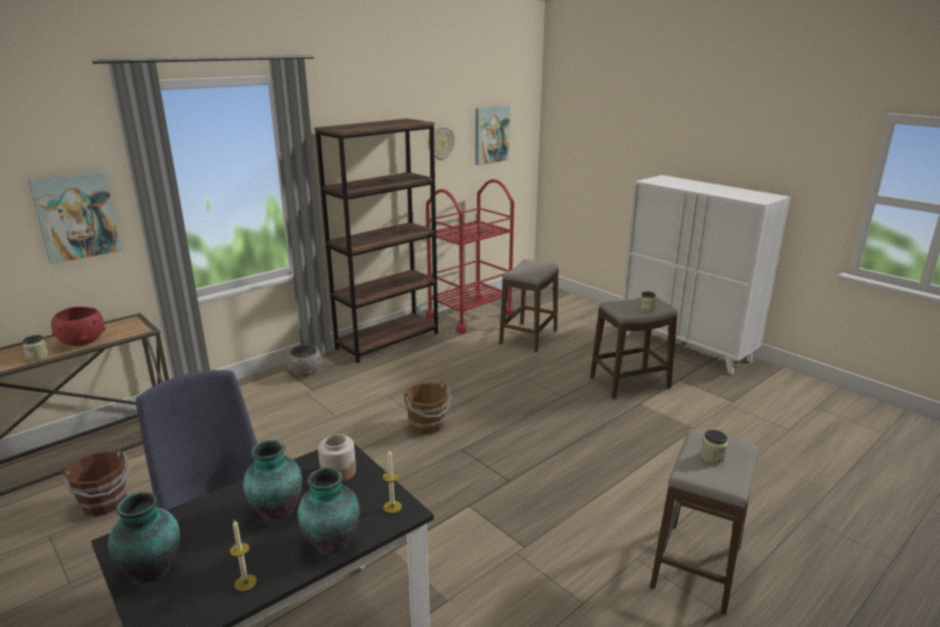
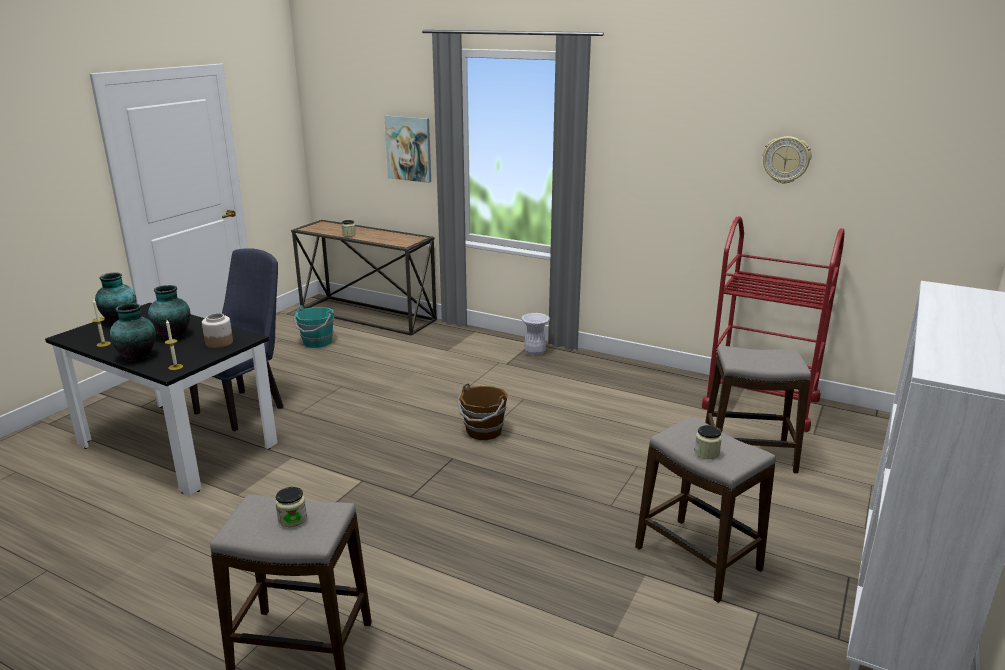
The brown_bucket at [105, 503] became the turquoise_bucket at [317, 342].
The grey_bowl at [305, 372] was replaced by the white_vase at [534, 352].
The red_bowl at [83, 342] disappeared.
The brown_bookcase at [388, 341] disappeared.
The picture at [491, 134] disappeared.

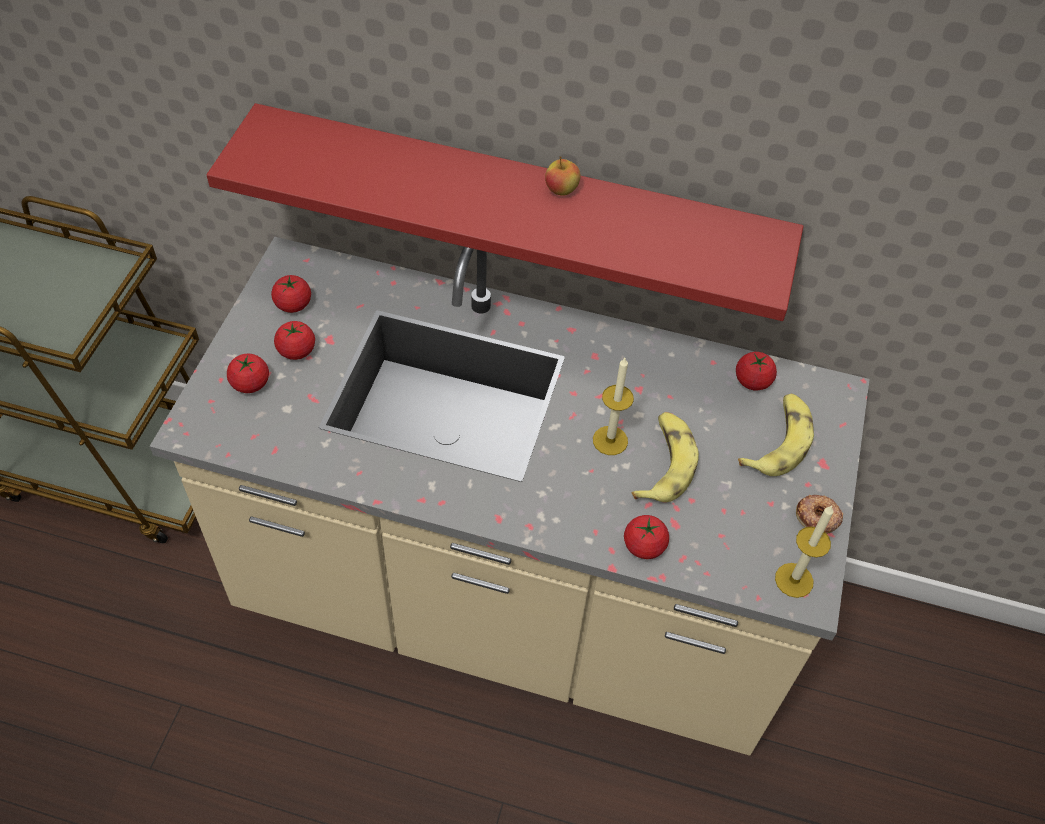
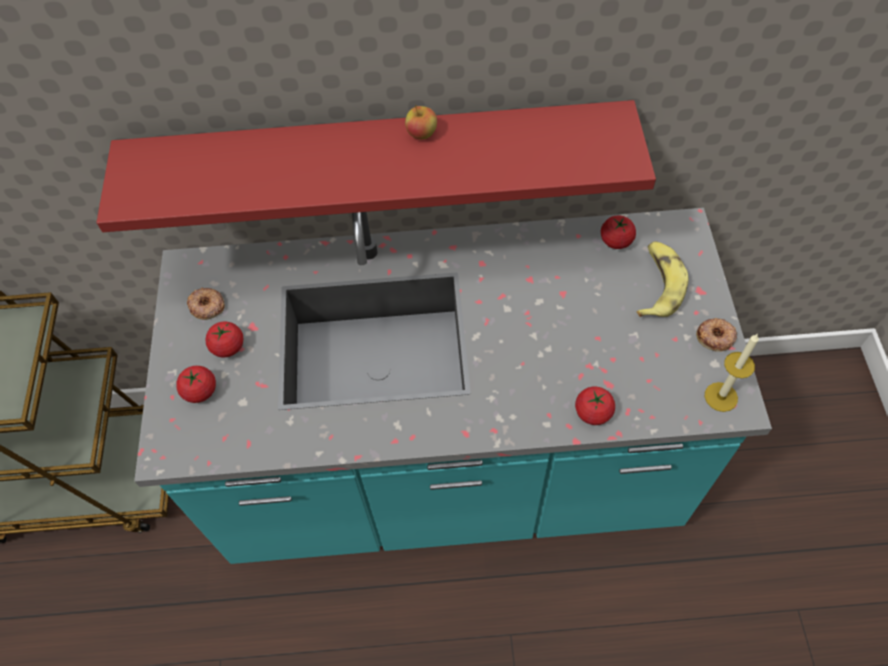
The beige_counter at [511, 604] became the turquoise_counter at [451, 473].
The tomato at [293, 304] was replaced by the donut at [207, 306].
The candle at [610, 440] disappeared.
The banana at [664, 463] disappeared.

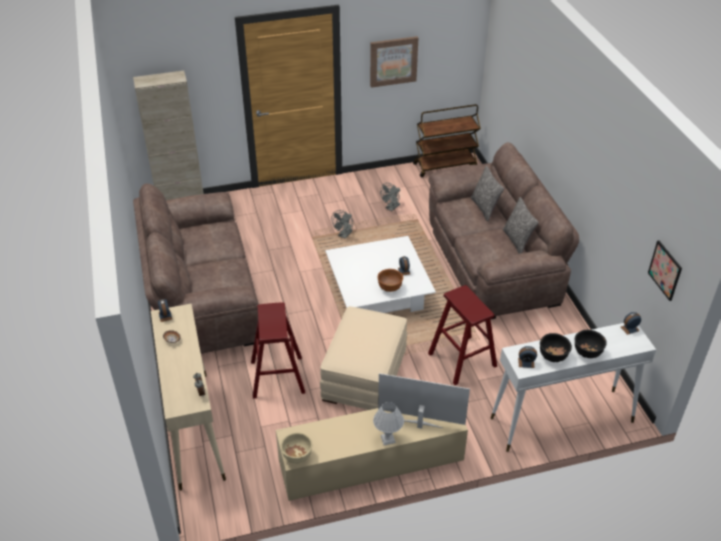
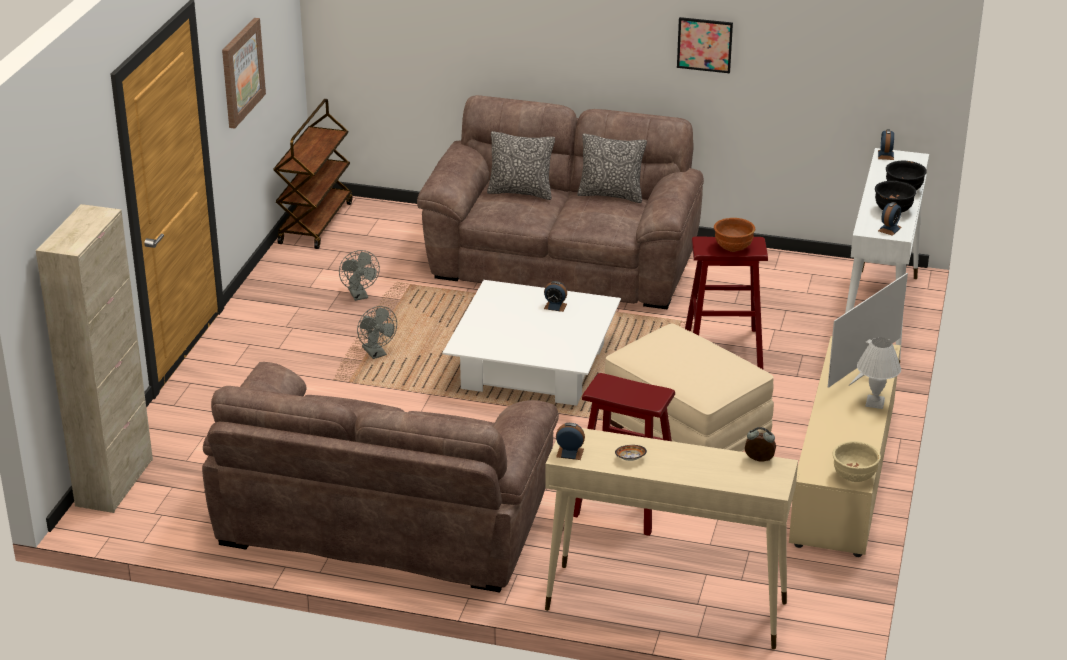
The picture moved from [665, 270] to [704, 44].
The brown_bowl moved from [390, 288] to [733, 248].

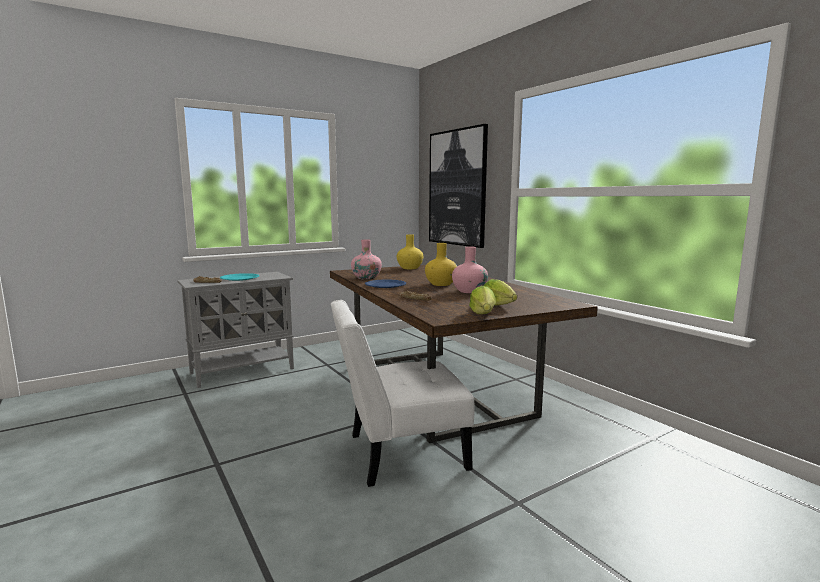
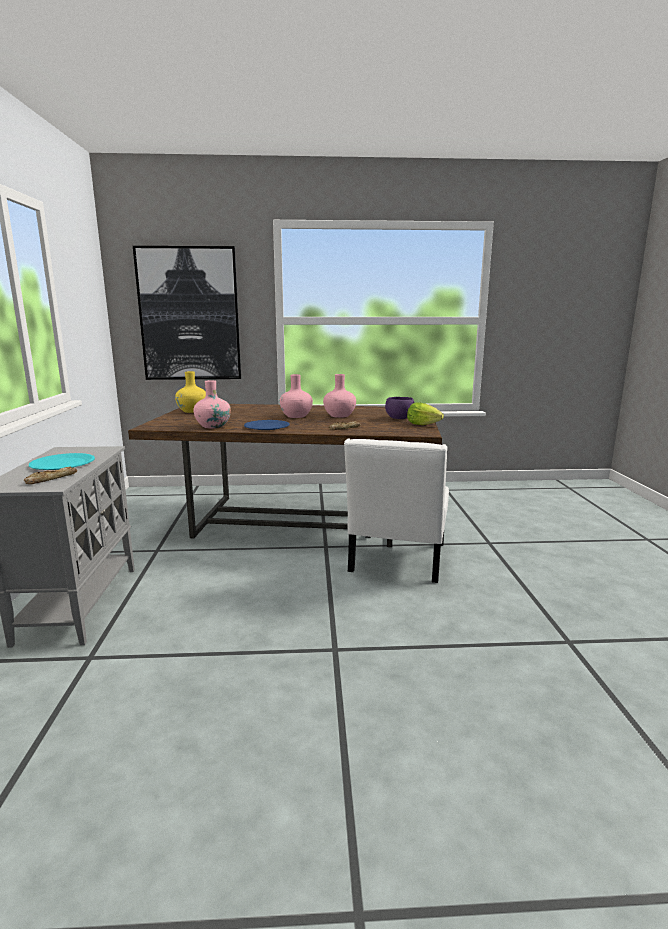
The yellow_vase at [441, 284] became the pink_vase at [296, 416].
The lettuce at [498, 305] was replaced by the purple_bowl at [399, 418].

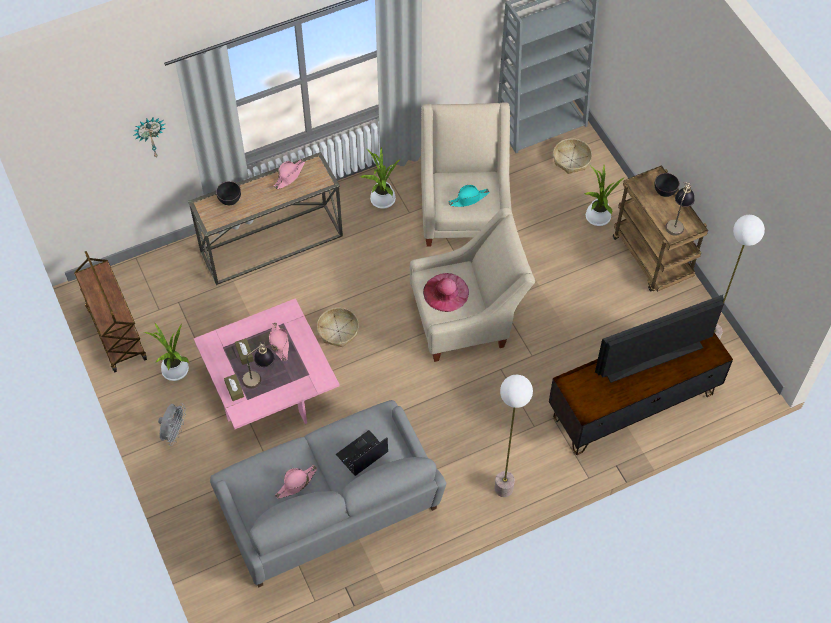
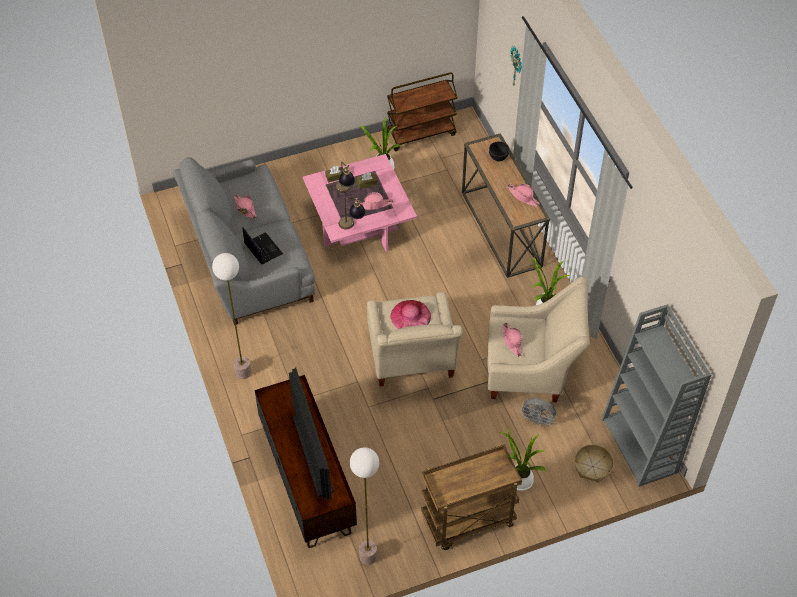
The table_lamp moved from [677, 221] to [352, 226].
The turquoise_hat at [469, 199] became the pink_hat at [512, 341].
The grey_fan moved from [174, 432] to [537, 421].
The basket at [338, 331] disappeared.
The black_bowl at [663, 192] disappeared.

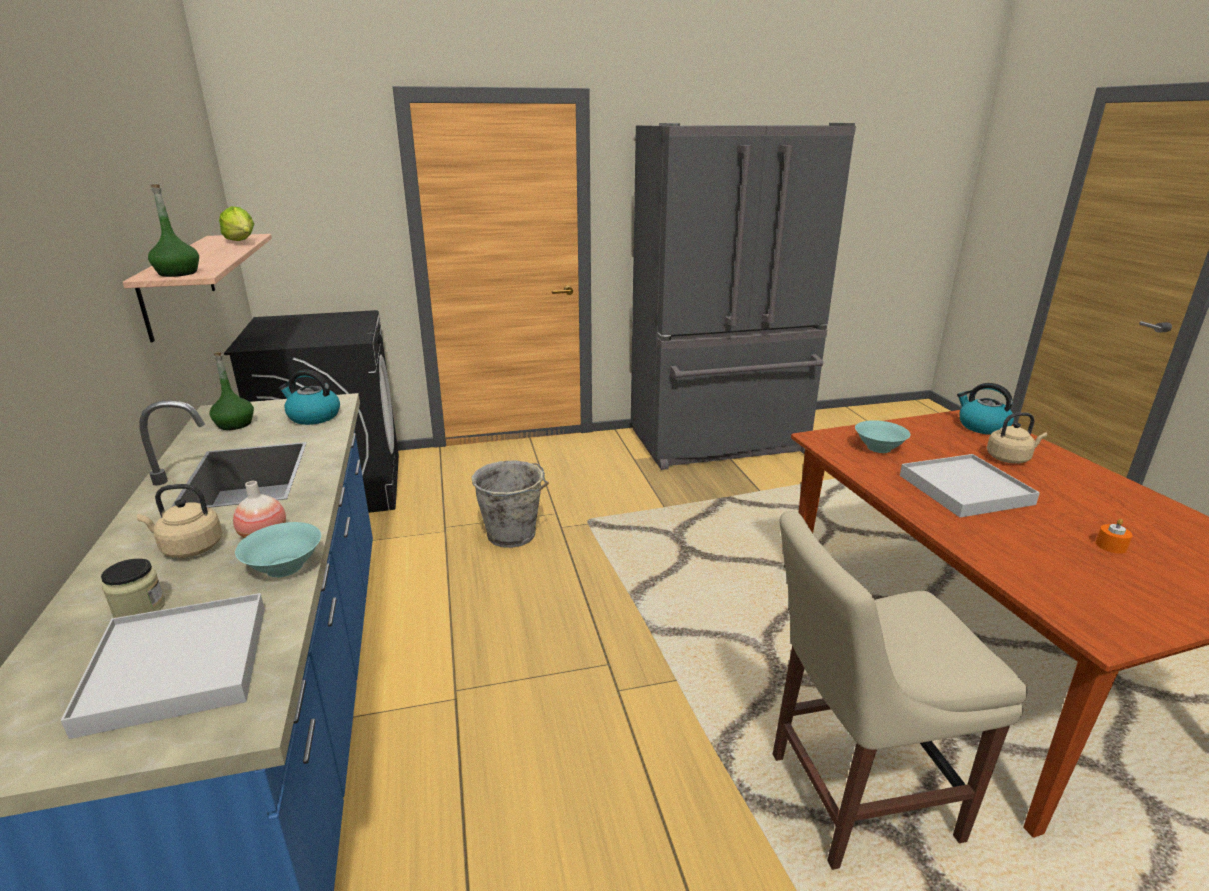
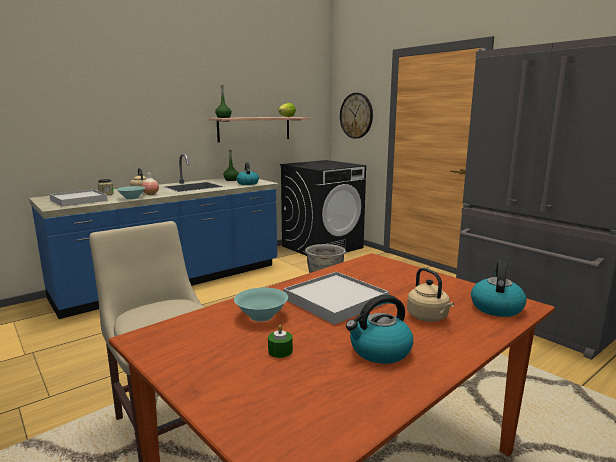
The turquoise_bowl moved from [879, 448] to [262, 316].
The orange_candle at [1111, 546] became the green_candle at [280, 351].
The wall_clock at [356, 115] appeared.
The kettle at [379, 351] appeared.

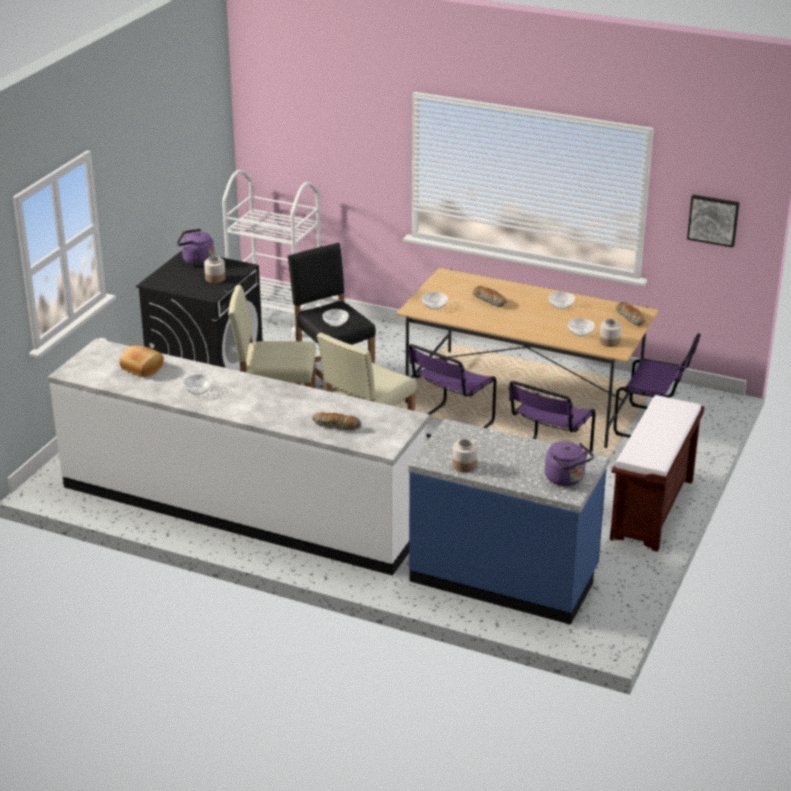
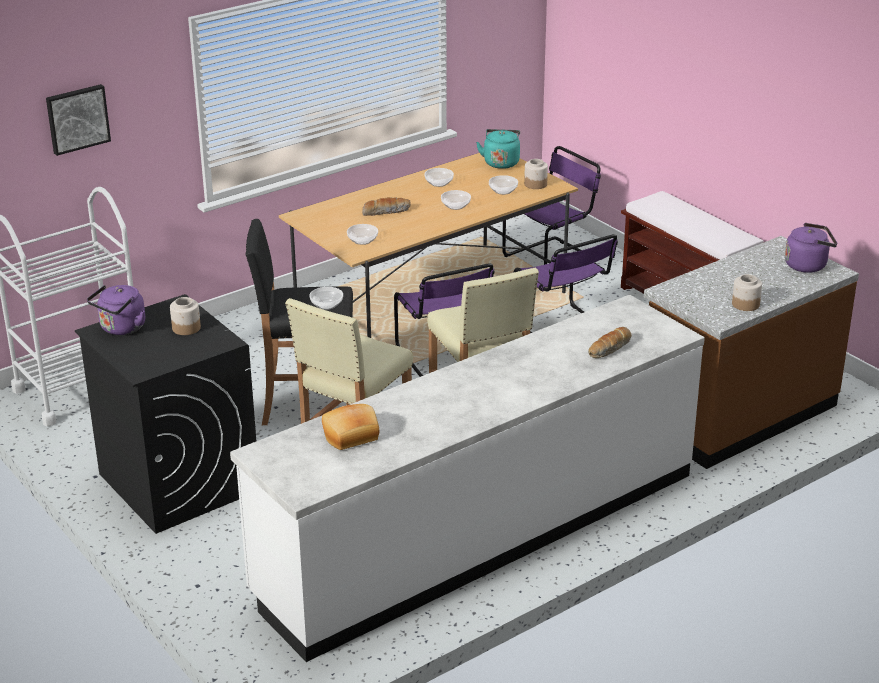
The picture moved from [713, 219] to [77, 118].
The bowl moved from [198, 390] to [455, 206].
The bread at [631, 318] was replaced by the turquoise_kettle at [501, 162].
The blue_counter at [504, 577] became the brown_counter at [737, 414].

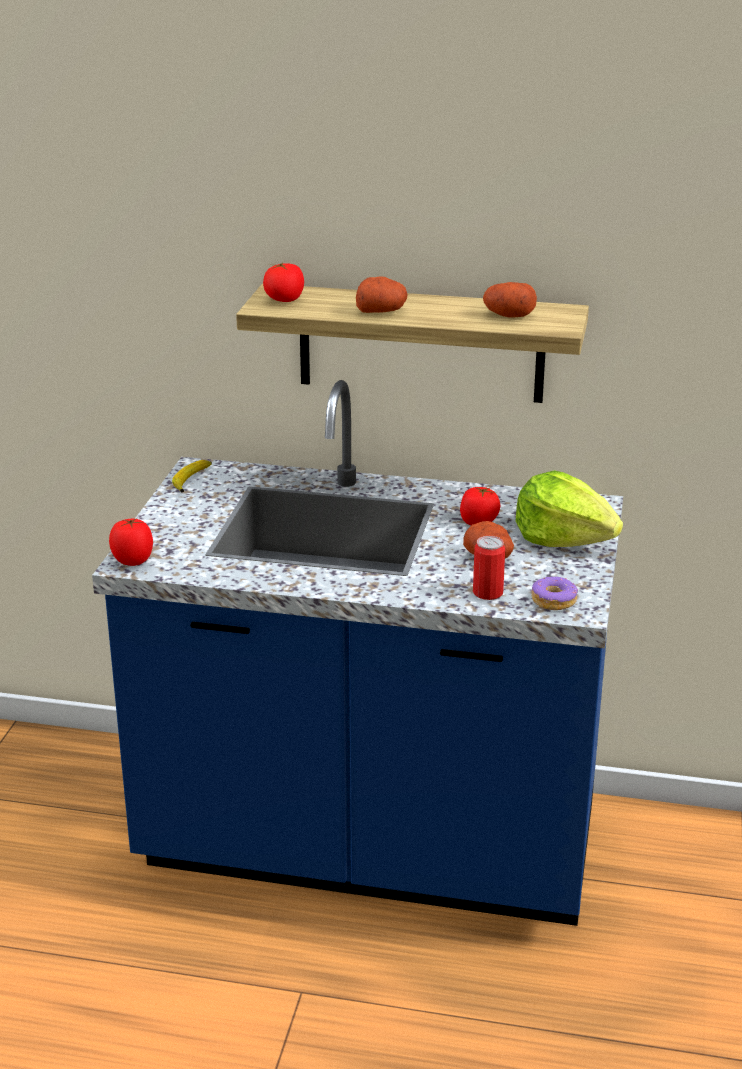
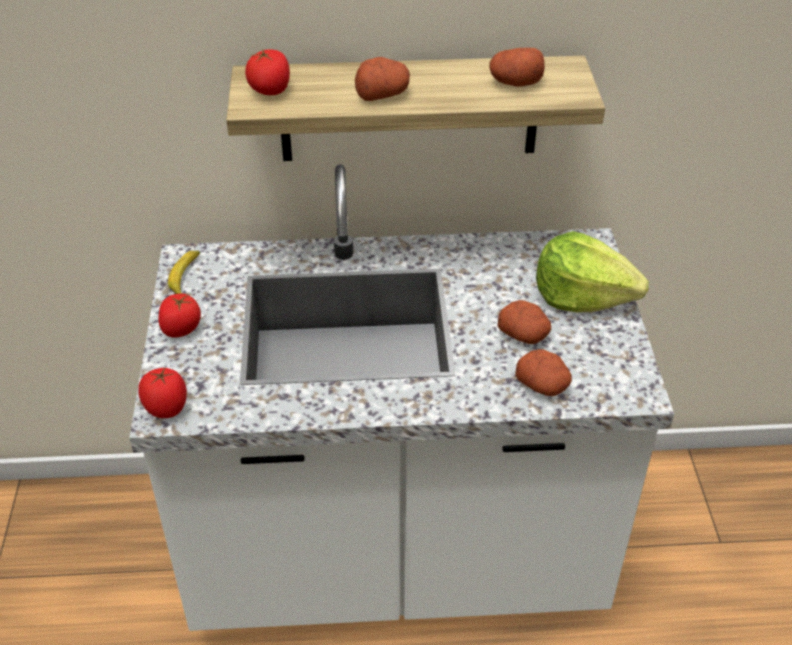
The blue_counter at [371, 848] became the white_counter at [396, 557].
The tomato moved from [478, 521] to [181, 328].
The can at [488, 593] was replaced by the potato at [543, 385].
The donut at [553, 601] disappeared.

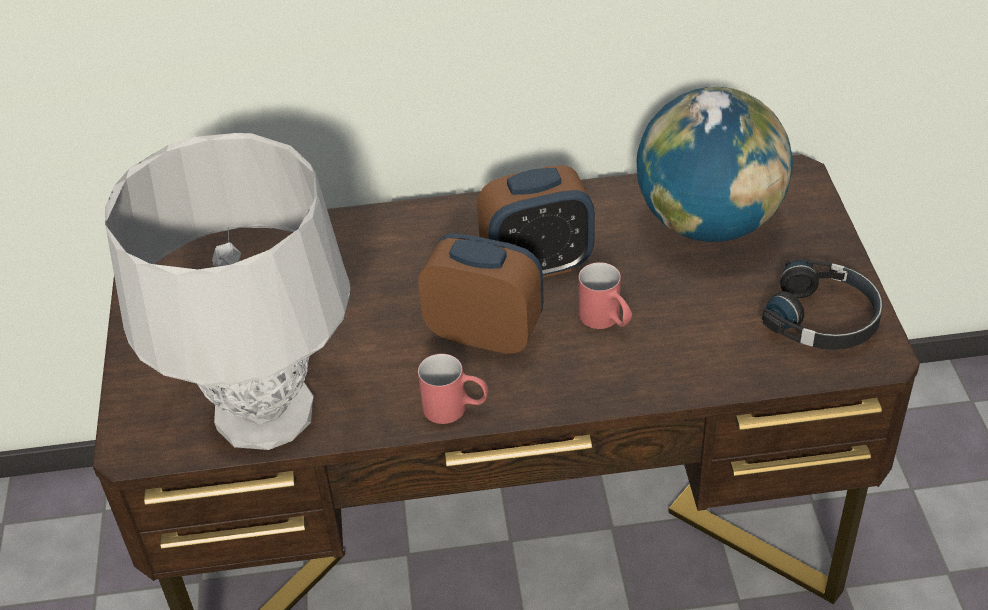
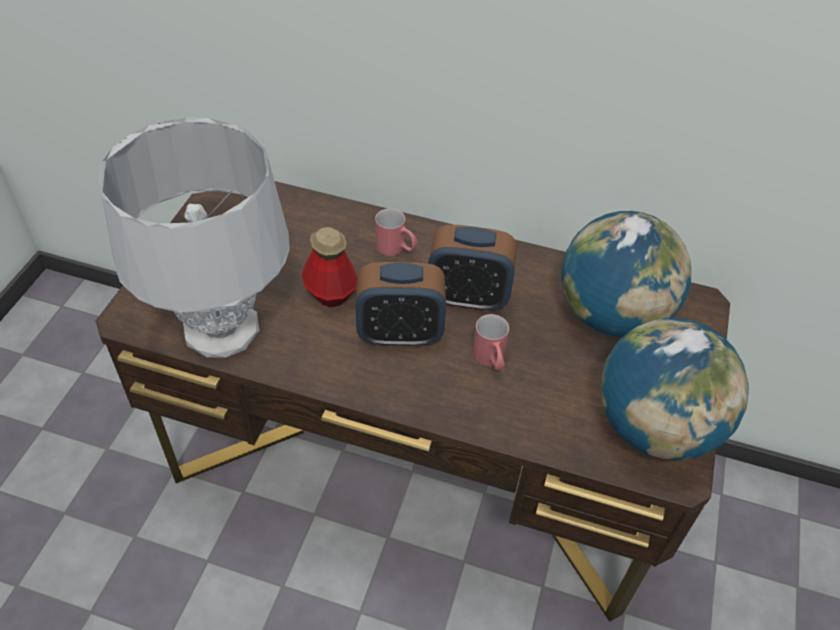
The bottle at [330, 293] appeared.
The alarm_clock at [485, 333] turned 135 degrees clockwise.
The red_mug moved from [456, 409] to [396, 249].
The black_headphones at [824, 318] was replaced by the globe at [655, 427].

